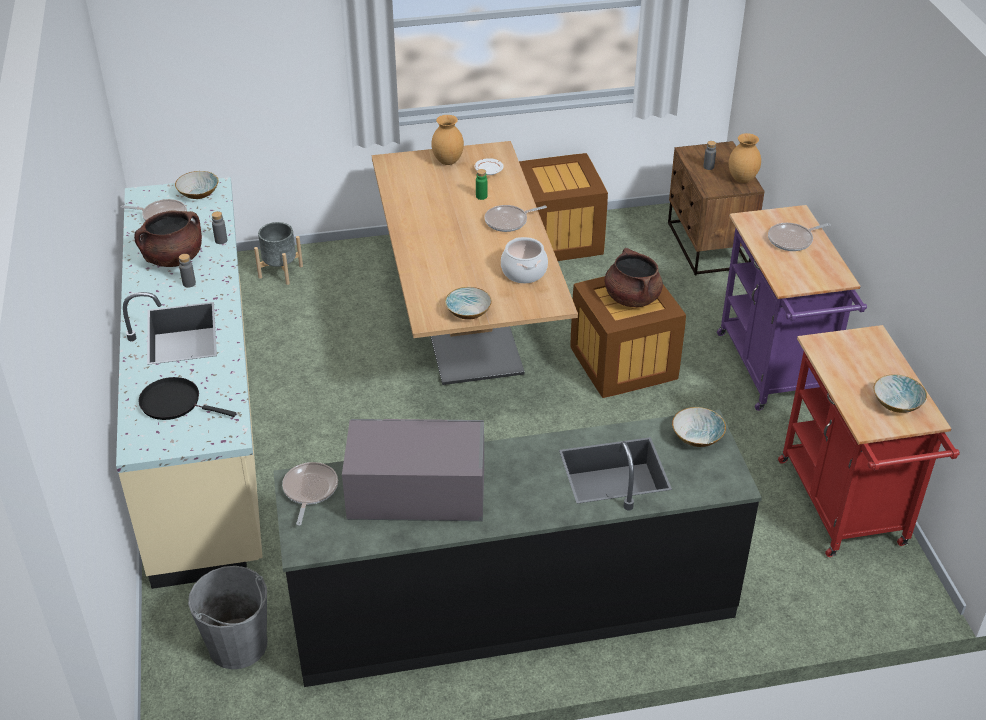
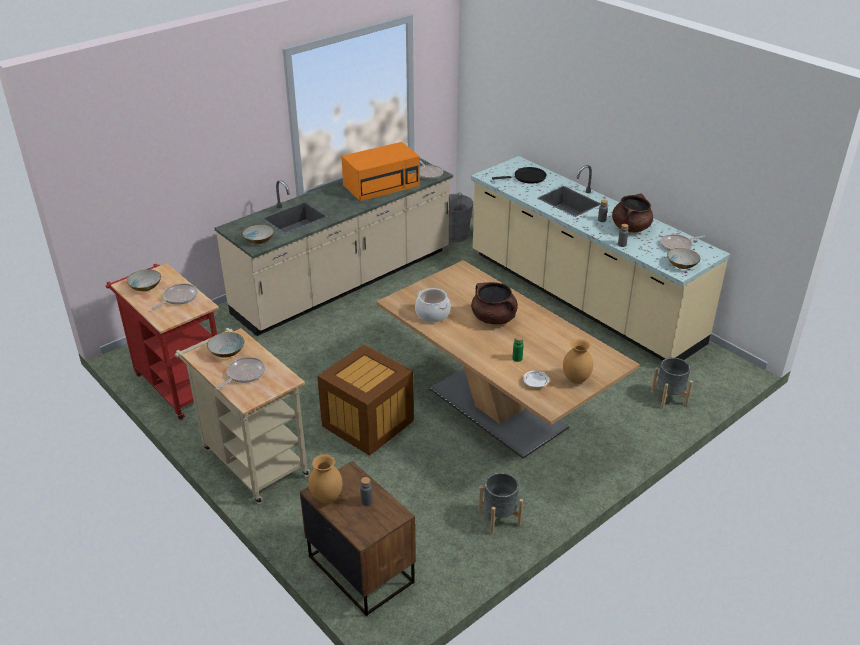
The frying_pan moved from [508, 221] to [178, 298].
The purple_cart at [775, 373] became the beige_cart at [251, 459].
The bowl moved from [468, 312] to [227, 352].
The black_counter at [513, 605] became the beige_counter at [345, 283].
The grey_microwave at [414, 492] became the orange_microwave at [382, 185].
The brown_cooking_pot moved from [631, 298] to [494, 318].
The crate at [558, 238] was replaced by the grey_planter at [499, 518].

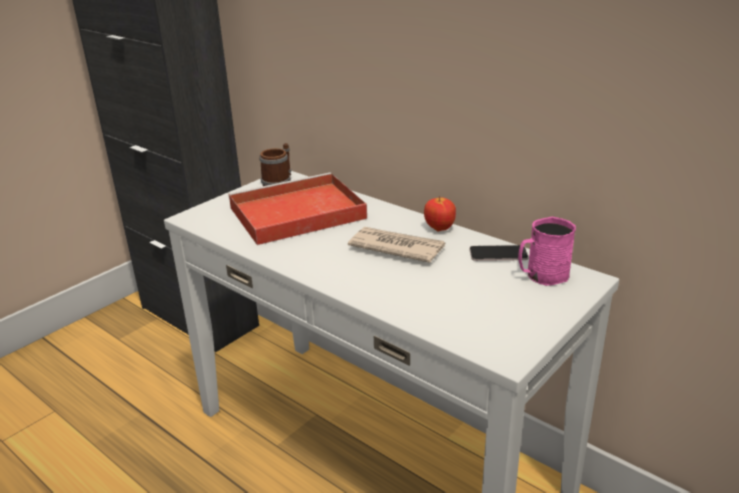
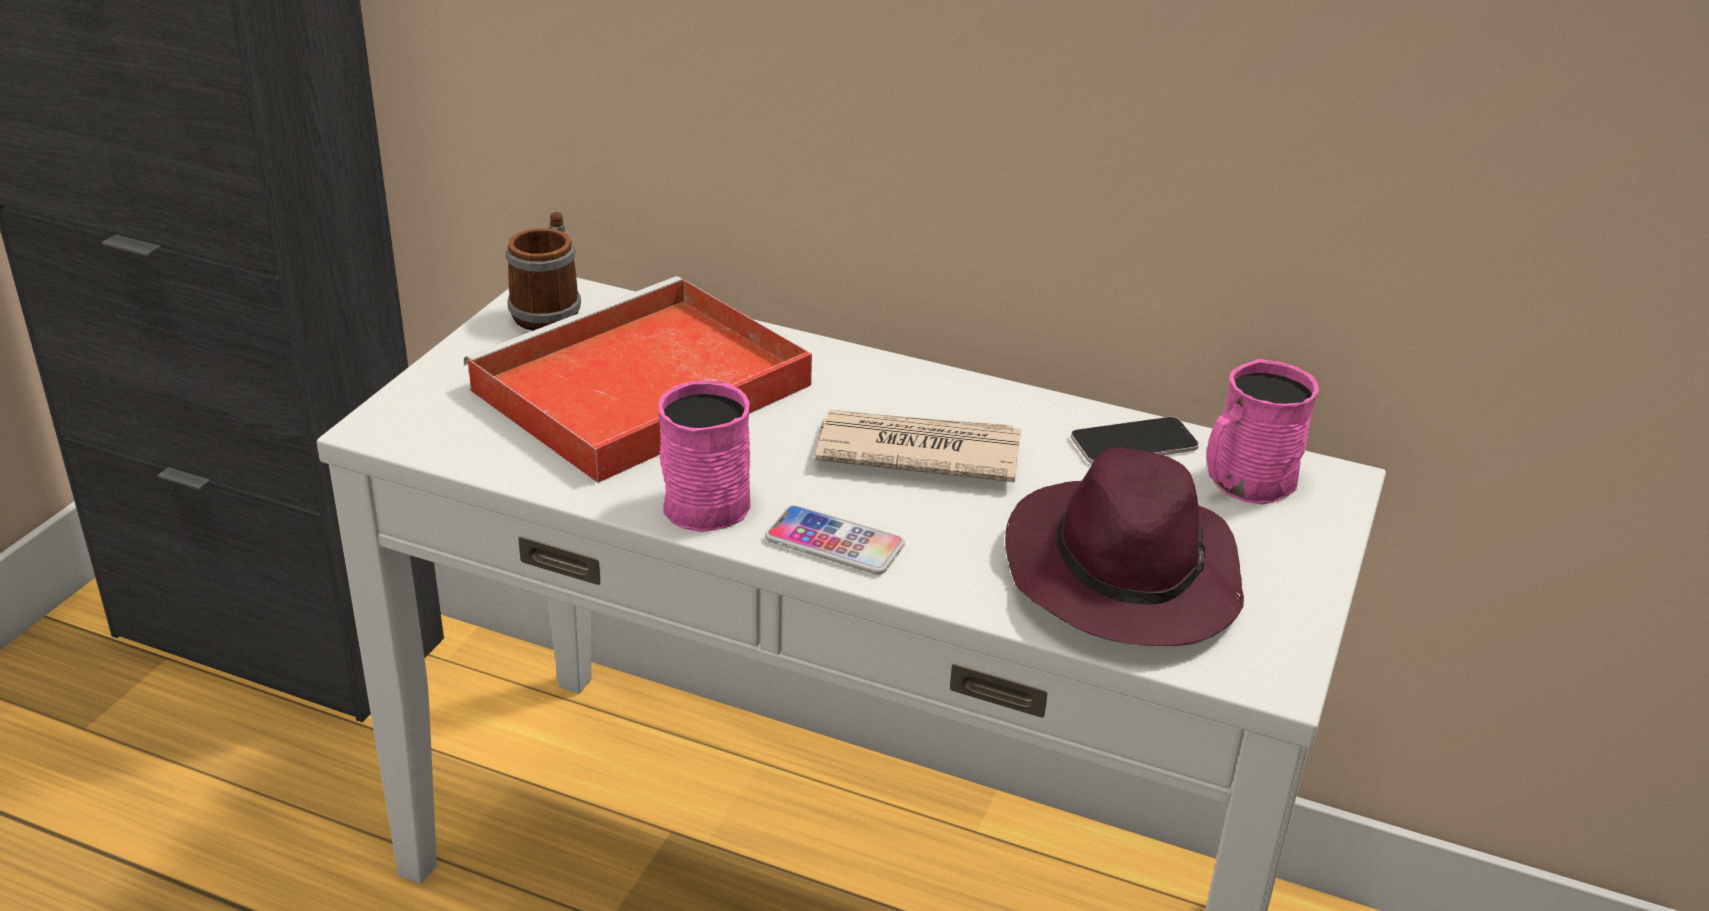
The pink_mug at [710, 497] appeared.
The phone at [834, 542] appeared.
The purple_hat at [1121, 573] appeared.
The apple at [439, 229] disappeared.

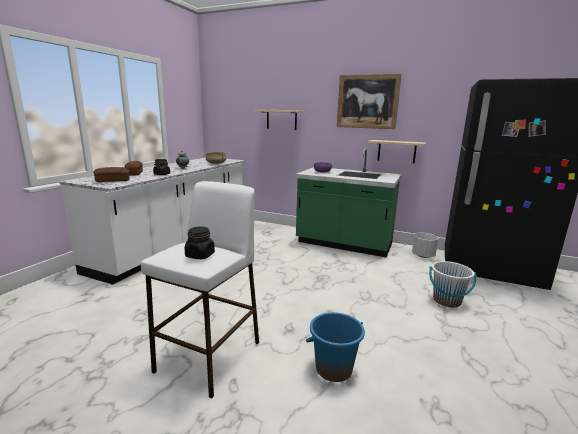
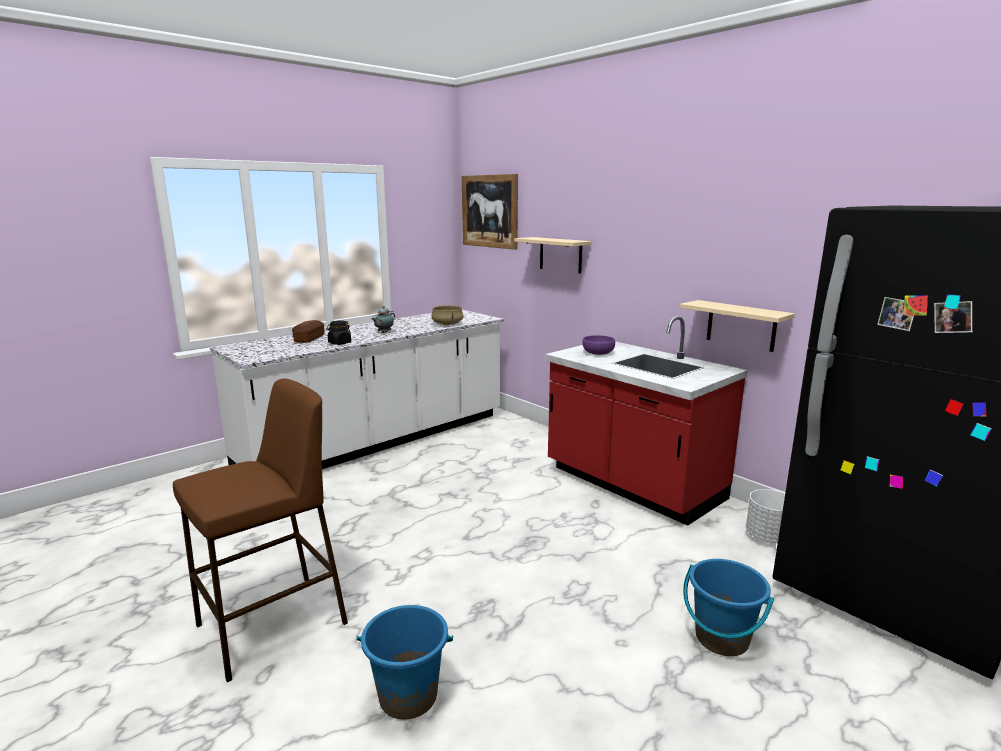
The white_stool at [209, 356] became the brown_stool at [273, 623].
The picture moved from [367, 101] to [489, 211].
The green_counter at [344, 244] became the red_counter at [632, 484].
The white_bucket at [447, 301] became the blue_bucket at [721, 639].
The bread at [113, 181] disappeared.
The black_jar at [200, 255] disappeared.

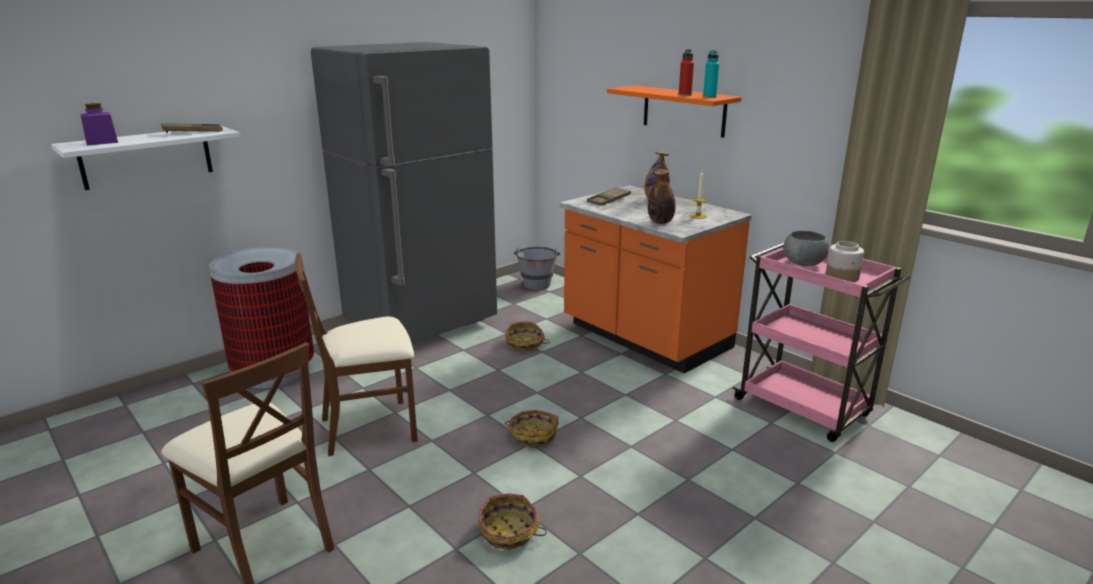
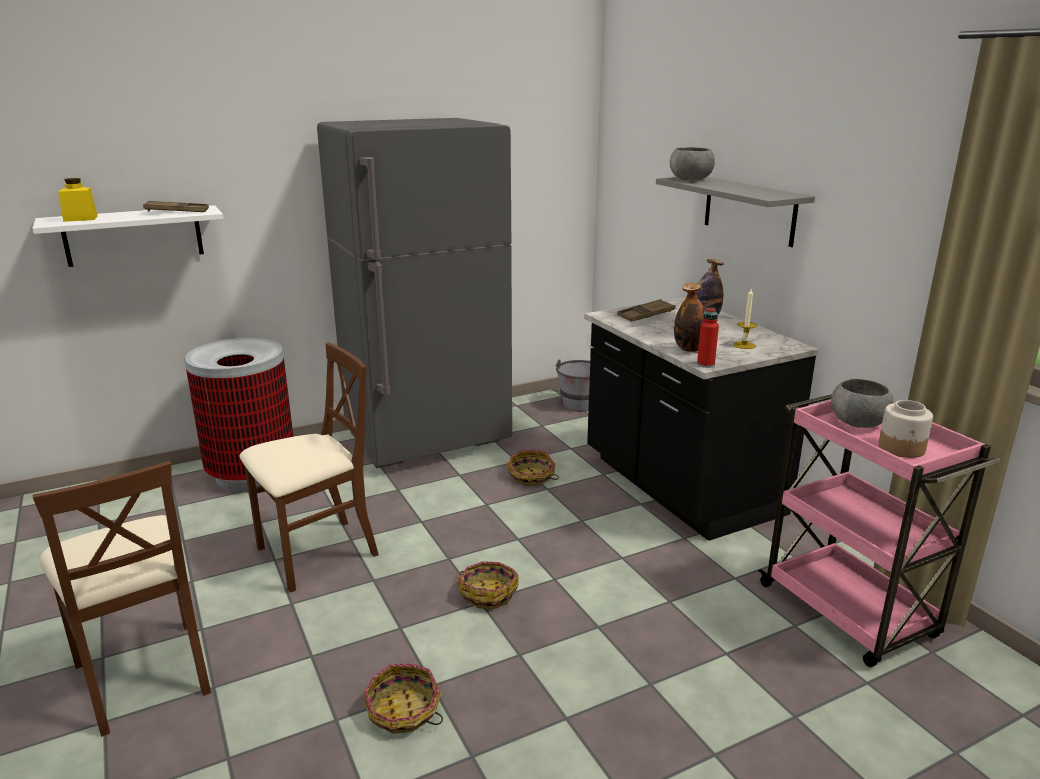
The purple_jar at [102, 142] became the yellow_jar at [80, 218].
The brown_chair at [370, 427] turned 150 degrees clockwise.
The orange_counter at [645, 337] became the black_counter at [679, 487].
The orange_shelf at [683, 111] became the grey_shelf at [749, 210].
The grey_bowl at [690, 180] appeared.
The red_bottle moved from [685, 95] to [705, 364].
The turquoise_bottle at [709, 97] disappeared.

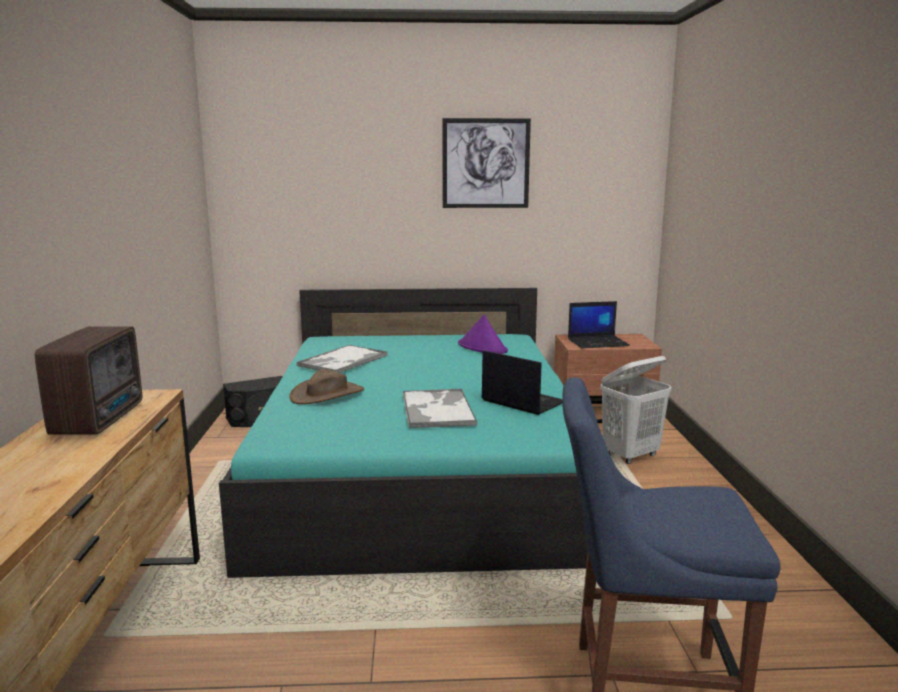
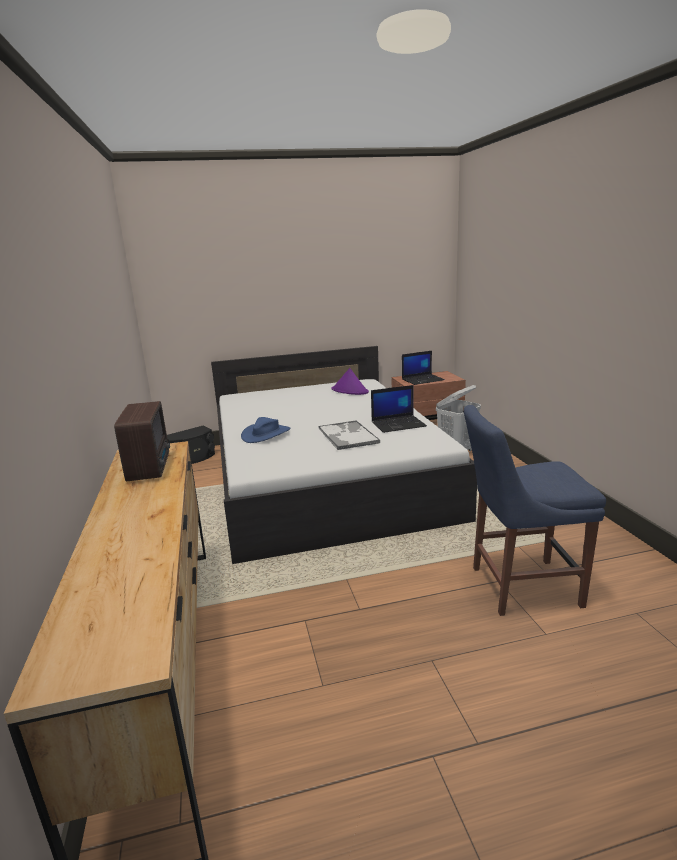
The turquoise_bed at [420, 467] became the white_bed at [324, 477].
The brown_hat at [327, 394] became the blue_hat at [266, 434].
The laptop at [522, 401] turned 135 degrees clockwise.
The tray at [342, 361] disappeared.
The picture at [485, 163] disappeared.

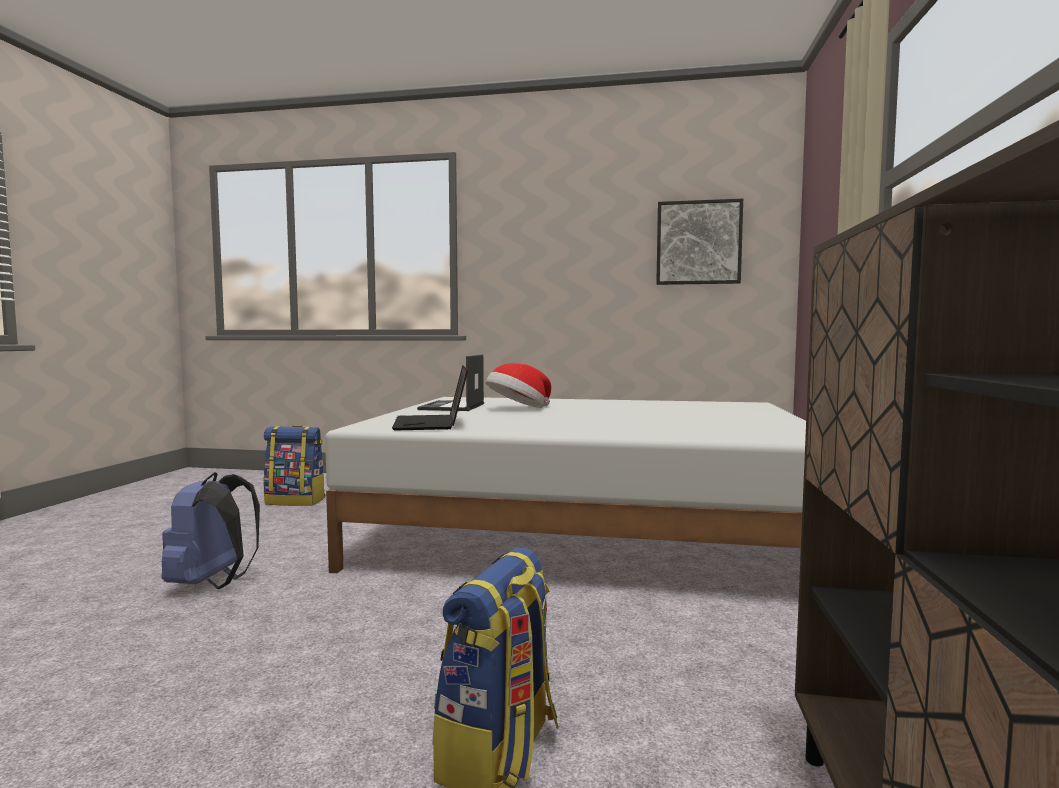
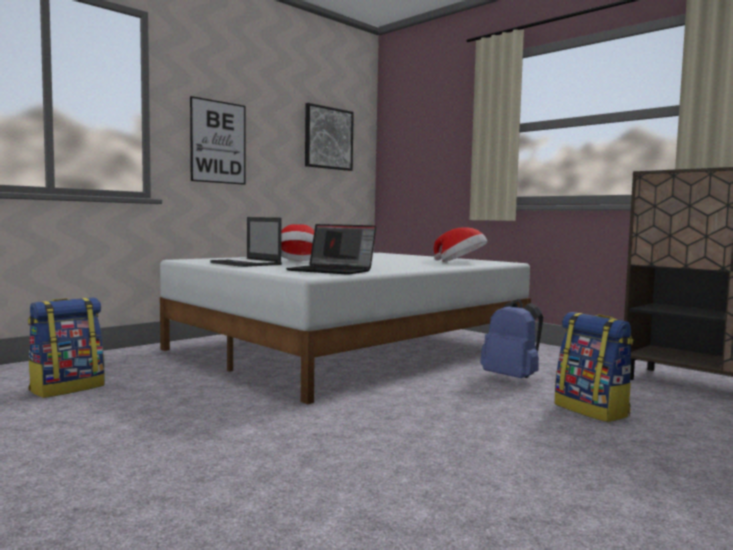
The picture at [218, 142] appeared.
The hat at [461, 262] appeared.
The blue_backpack moved from [212, 583] to [512, 378].

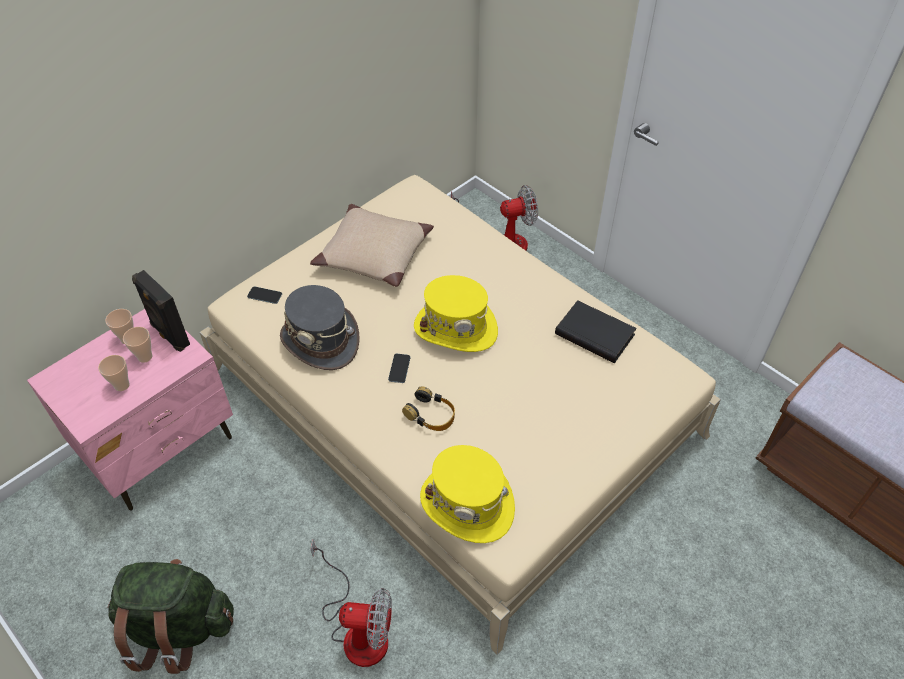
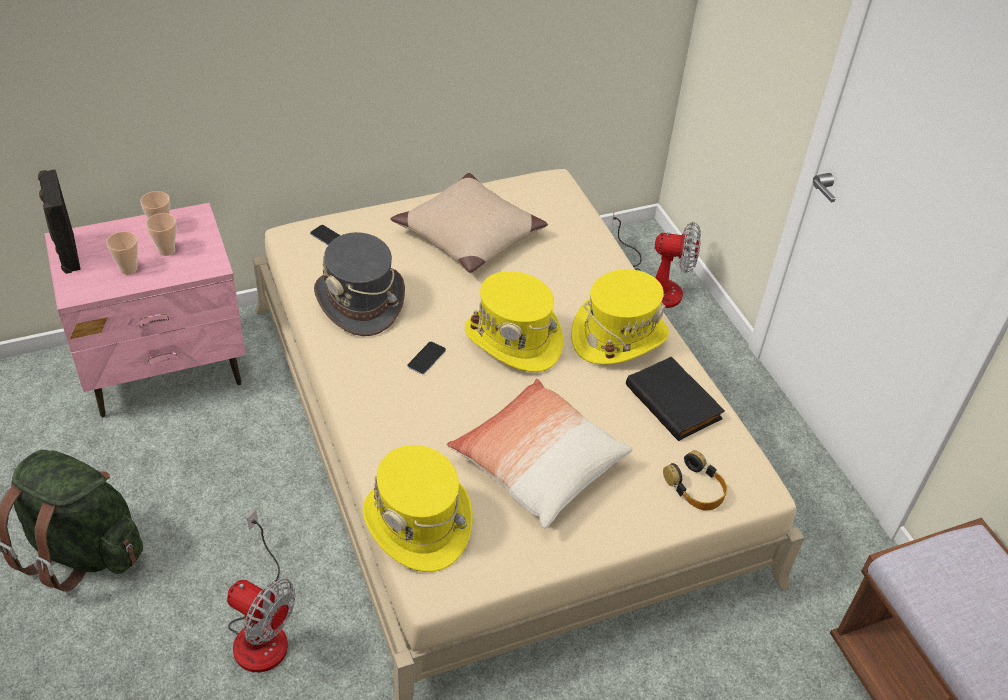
The black_speaker moved from [169, 335] to [67, 253].
The pillow at [537, 465] appeared.
The yellow_hat at [619, 336] appeared.
The headphones moved from [431, 414] to [695, 488].

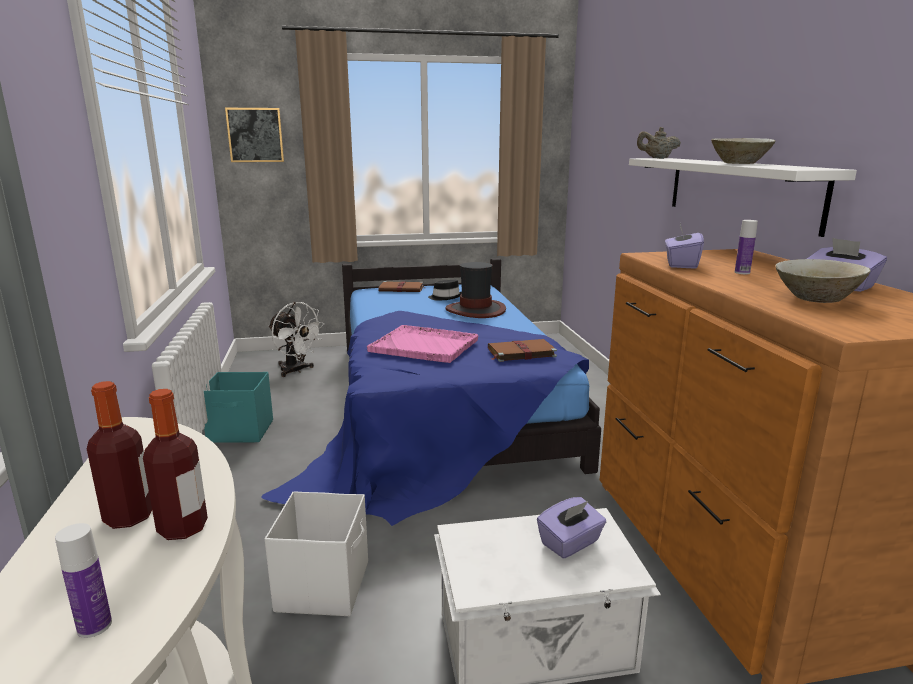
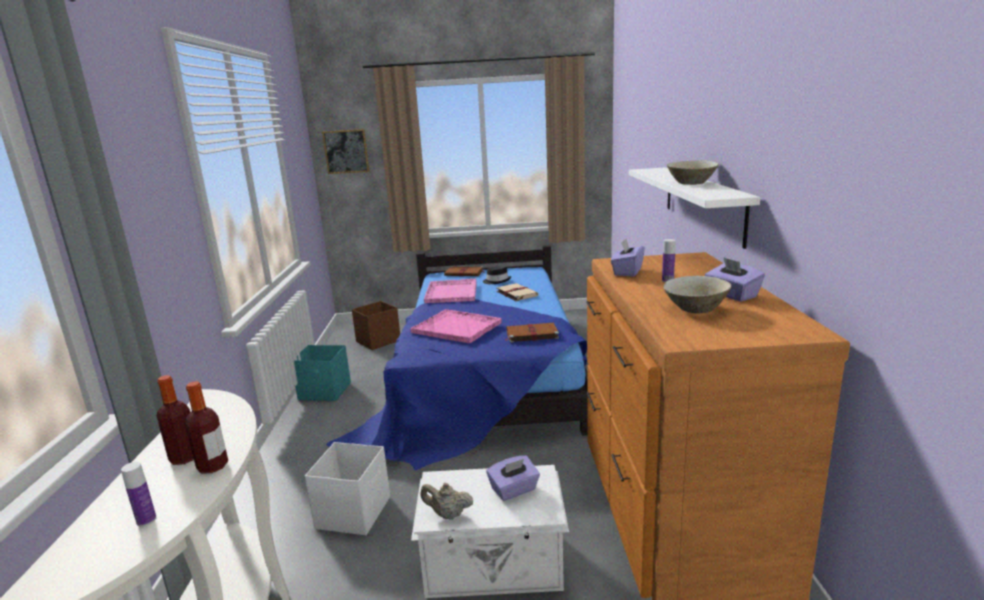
The white_fan at [296, 371] was replaced by the brown_storage_box at [379, 341].
The beige_teapot moved from [657, 158] to [448, 514].
The pink_tray at [451, 292] appeared.
The hat at [476, 310] was replaced by the beige_book at [516, 293].

